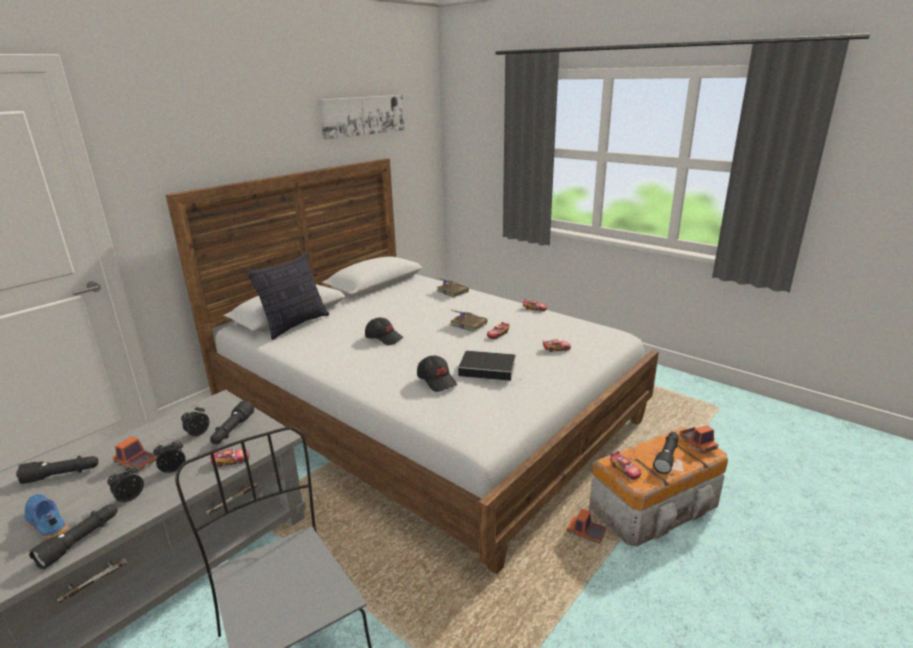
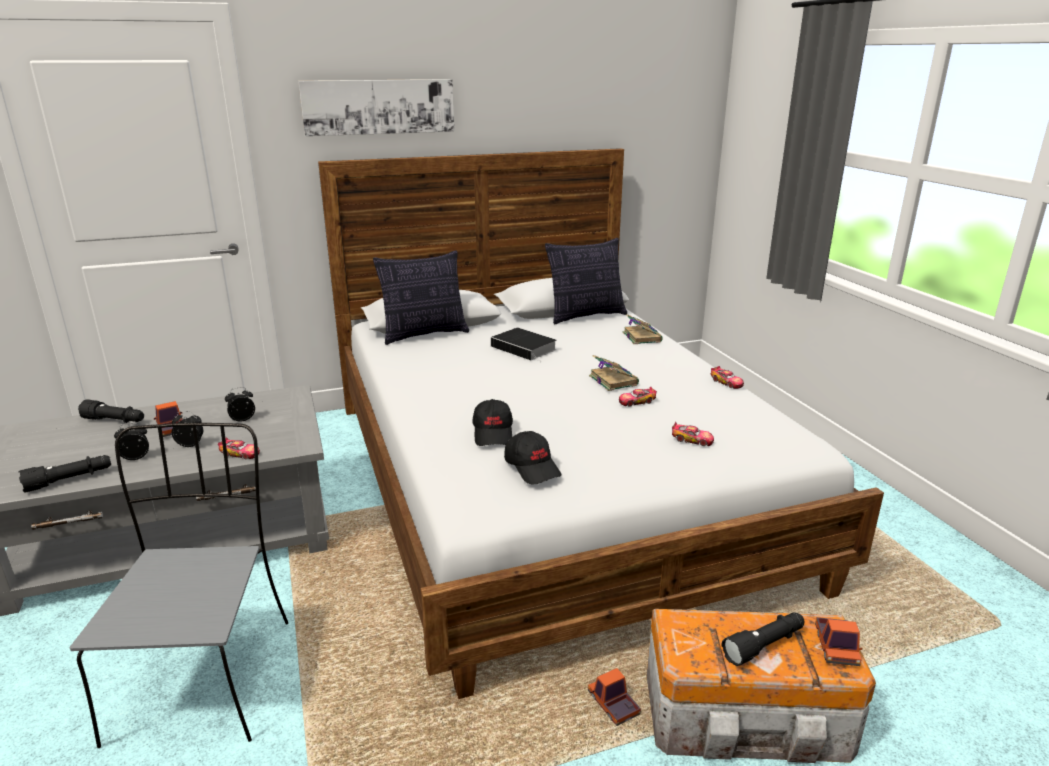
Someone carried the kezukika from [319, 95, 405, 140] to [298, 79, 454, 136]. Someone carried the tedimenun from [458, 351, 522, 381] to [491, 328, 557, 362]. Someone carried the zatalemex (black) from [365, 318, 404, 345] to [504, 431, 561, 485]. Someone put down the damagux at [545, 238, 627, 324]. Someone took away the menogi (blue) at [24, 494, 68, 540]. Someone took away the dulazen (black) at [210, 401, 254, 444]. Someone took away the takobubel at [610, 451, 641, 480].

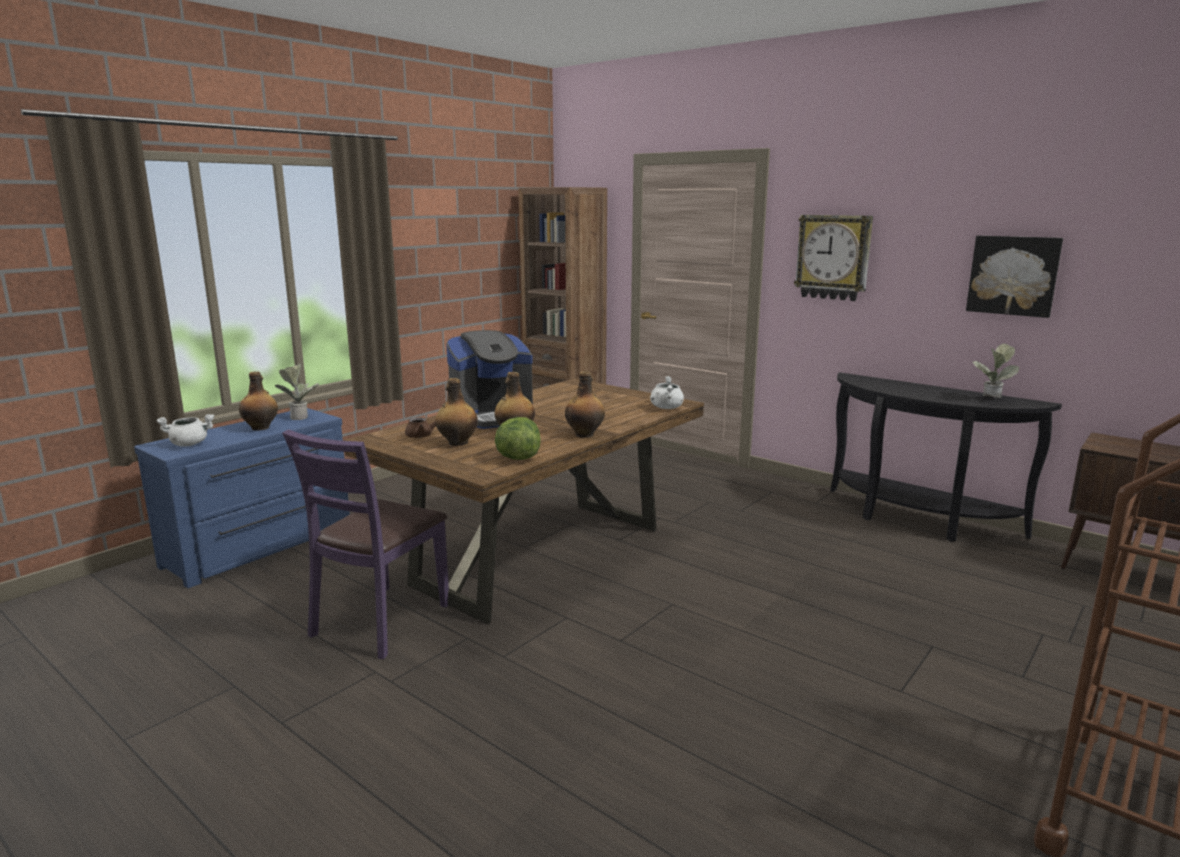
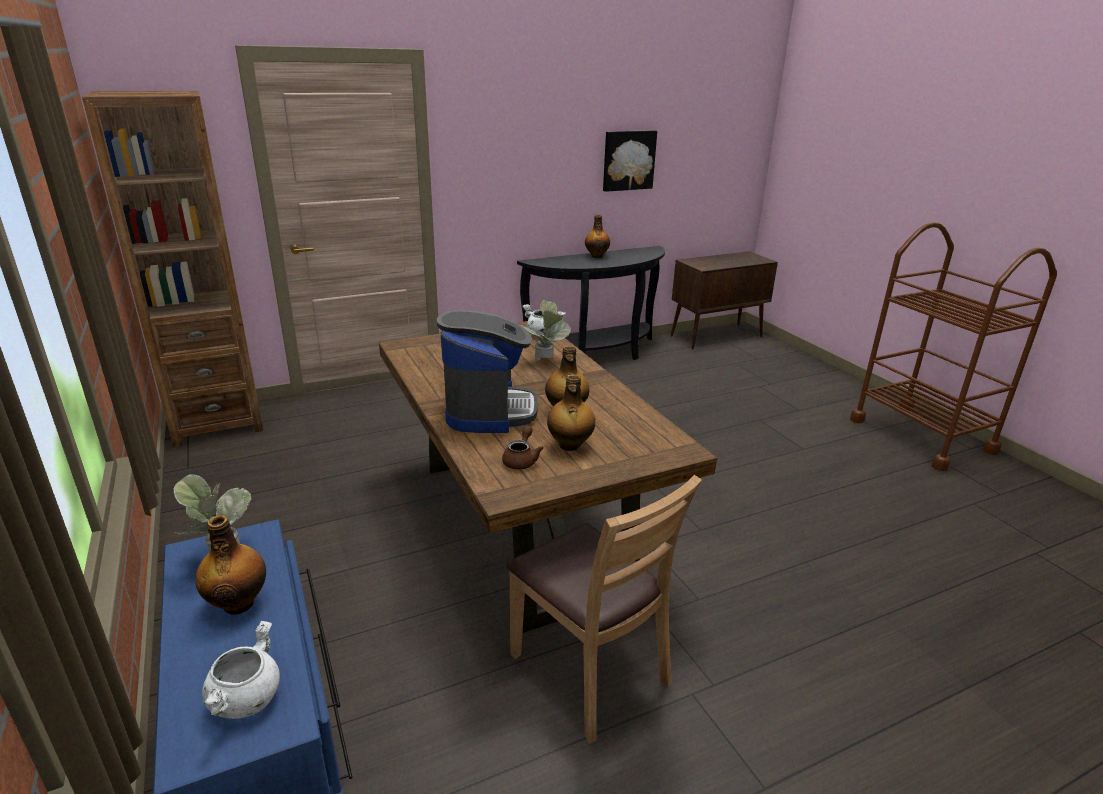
Someone repainted the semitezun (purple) at [282, 429, 449, 659], which became the semitezun (brown) at [506, 475, 702, 744]. Someone carried the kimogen from [972, 344, 1019, 398] to [521, 300, 571, 361]. Someone carried the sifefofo from [565, 371, 605, 438] to [585, 215, 610, 258]. Someone took away the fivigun at [495, 417, 541, 460]. Someone took away the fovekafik at [794, 215, 873, 301].

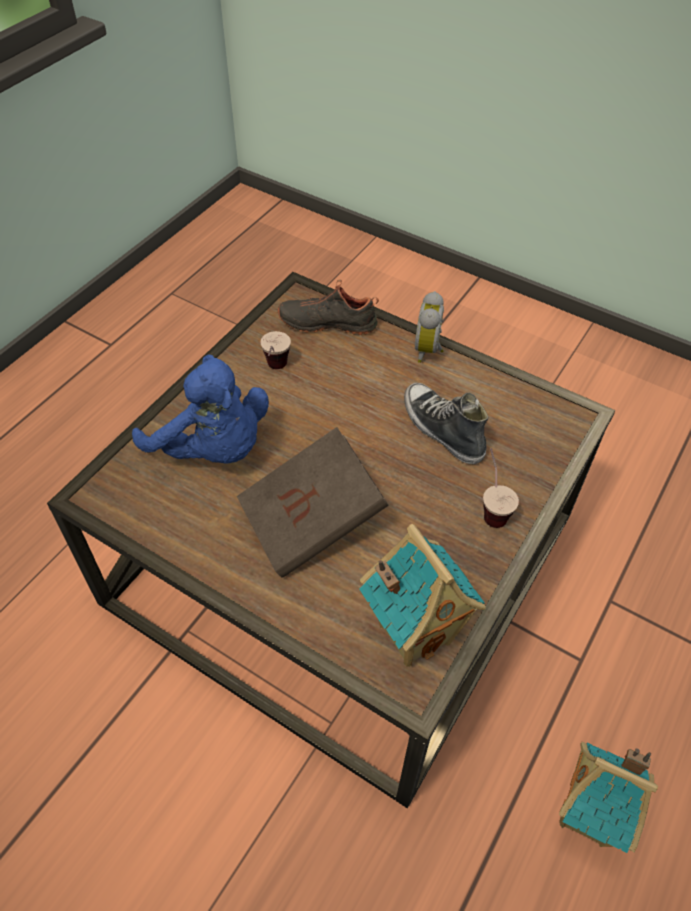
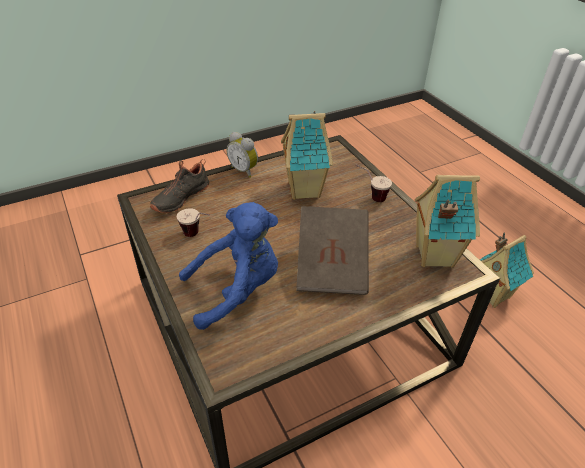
Someone swapped the menogi at [404, 383, 488, 464] for the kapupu at [281, 111, 333, 200].

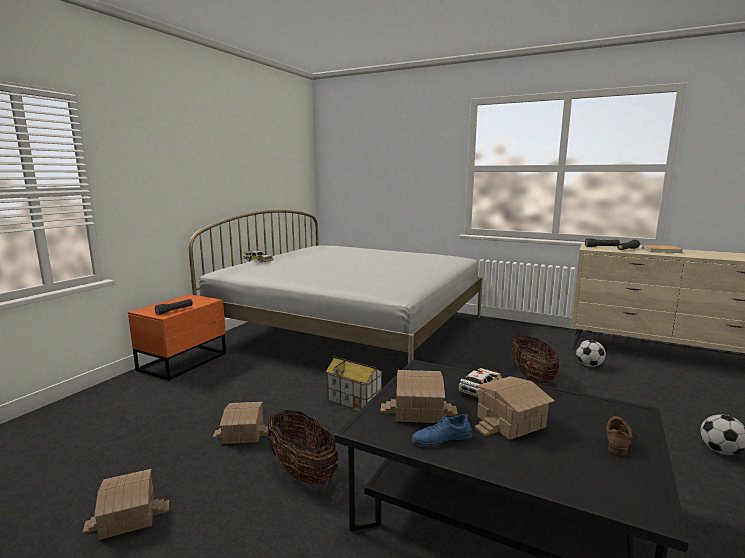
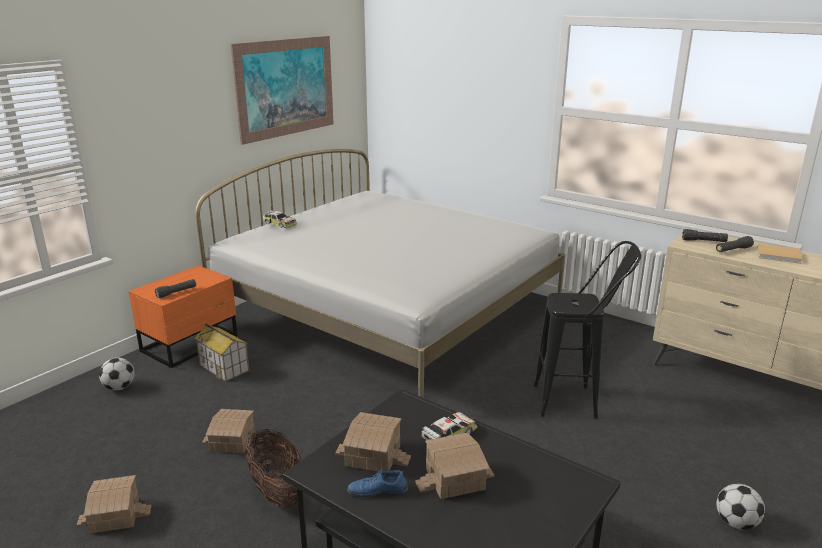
Someone carried the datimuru from [576, 340, 606, 367] to [99, 358, 135, 390]. Someone carried the kapupu from [326, 356, 383, 411] to [194, 324, 249, 382]. Someone put up the kezukika at [231, 36, 334, 145]. Someone swapped the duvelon at [512, 336, 559, 383] for the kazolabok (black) at [534, 241, 641, 419]. Someone took away the menogi (brown) at [606, 416, 634, 455].

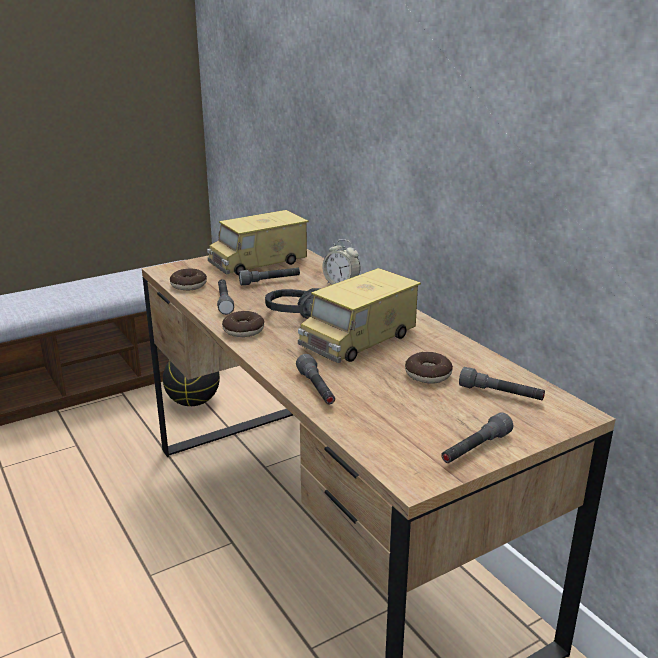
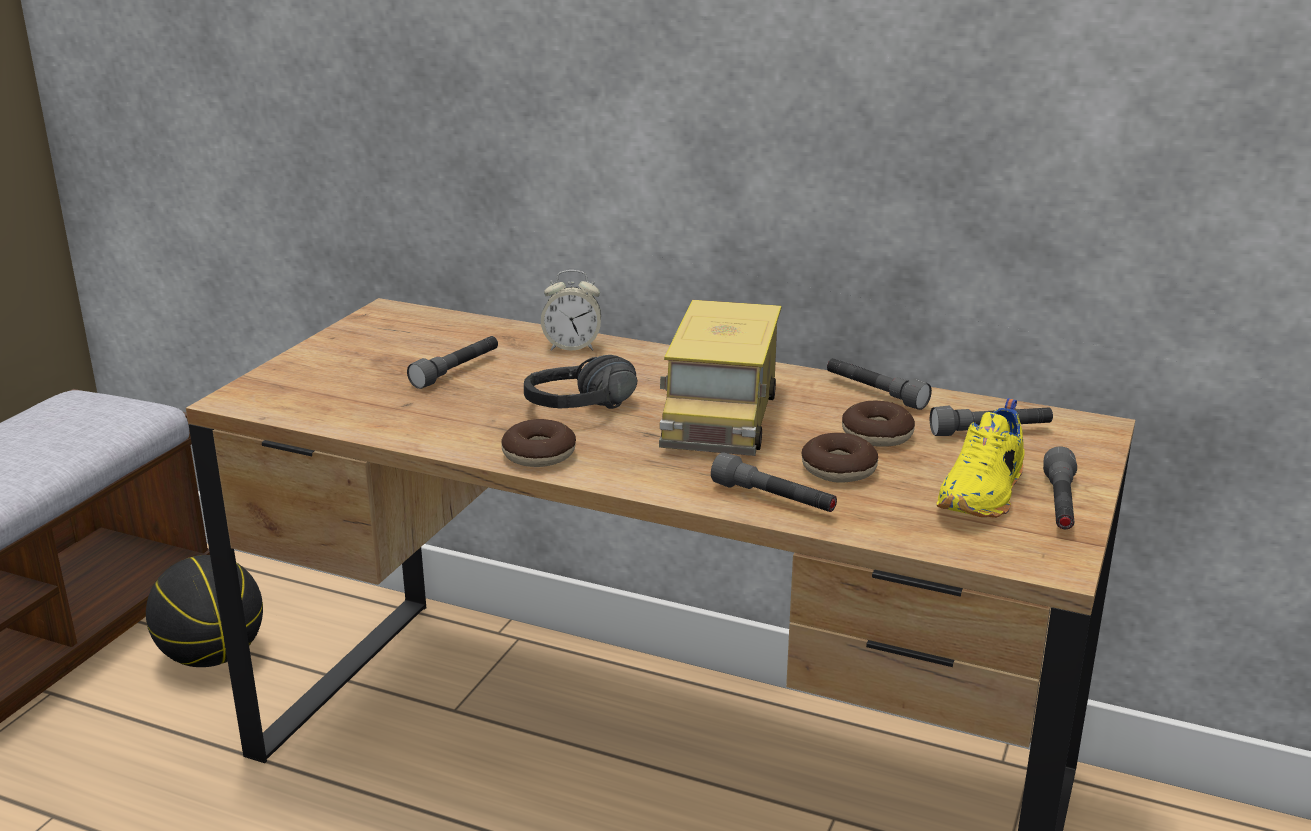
Someone carried the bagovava from [170, 268, 207, 290] to [802, 433, 878, 483]. Someone carried the dulazen (grey) from [217, 279, 234, 315] to [827, 358, 932, 410]. Someone put down the menogi (yellow) at [936, 398, 1024, 518]. Someone took away the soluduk at [207, 210, 309, 275].

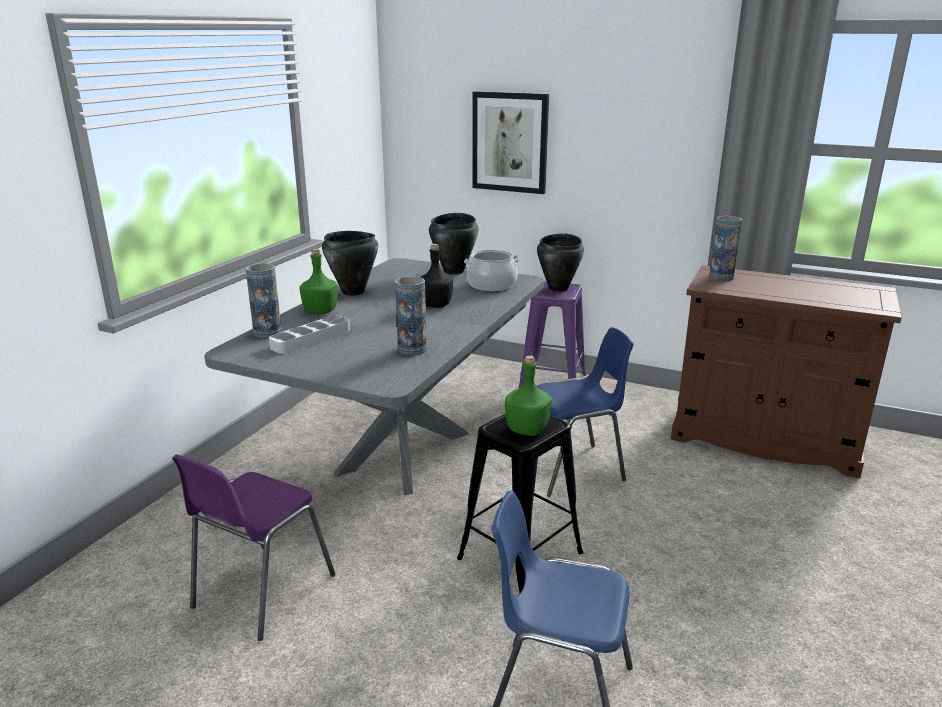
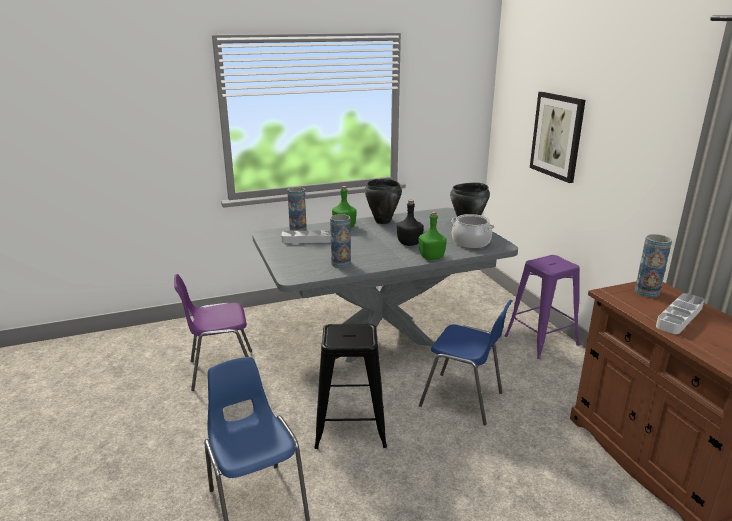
Someone carried the sifefofo (green) from [505, 356, 552, 436] to [419, 211, 447, 260]. Someone put down the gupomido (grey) at [656, 293, 704, 334]. Someone took away the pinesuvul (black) at [537, 233, 584, 292].

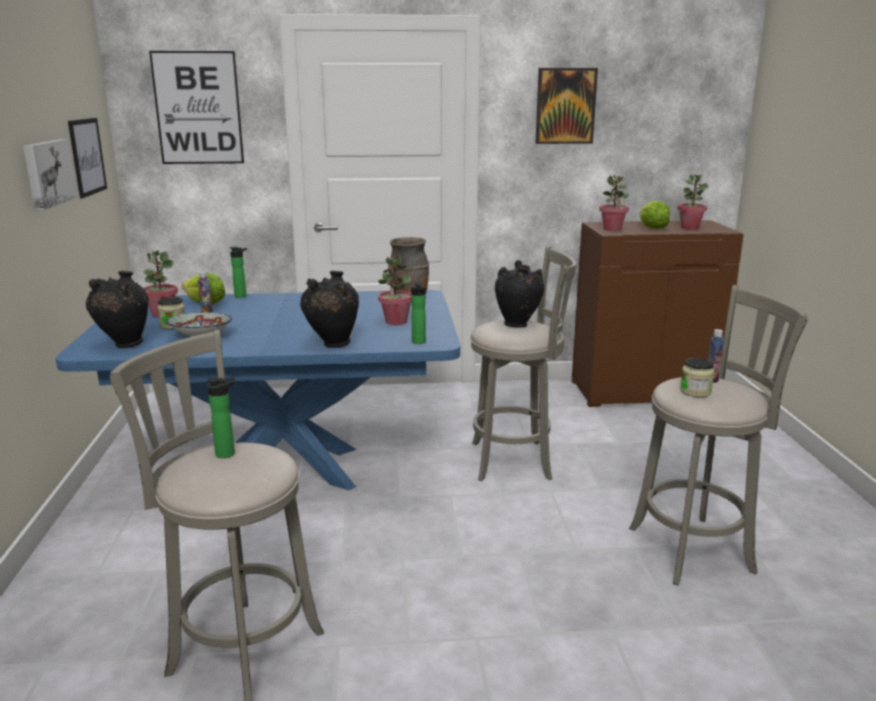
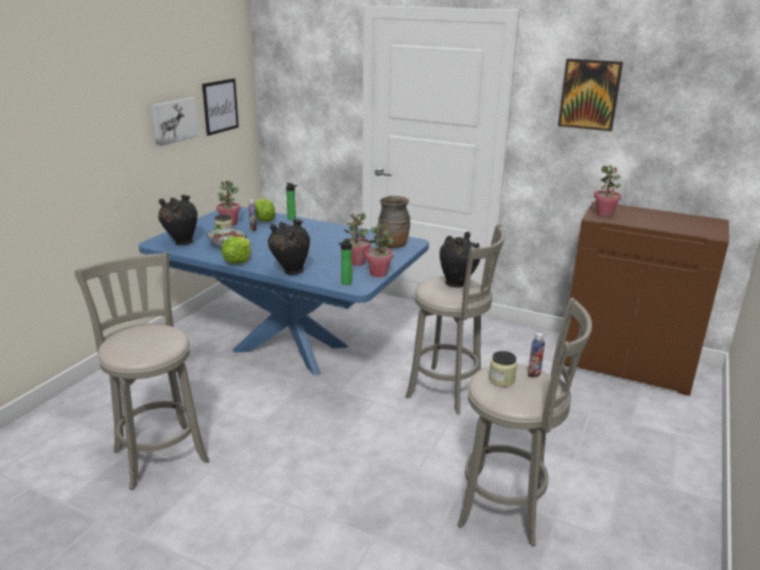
Someone carried the fivigun from [640, 201, 670, 229] to [221, 236, 251, 264]. Someone carried the kimogen from [677, 174, 709, 230] to [365, 223, 393, 277]. Someone took away the kezukika at [149, 51, 244, 164]. Someone took away the sifefofo at [206, 377, 235, 458].

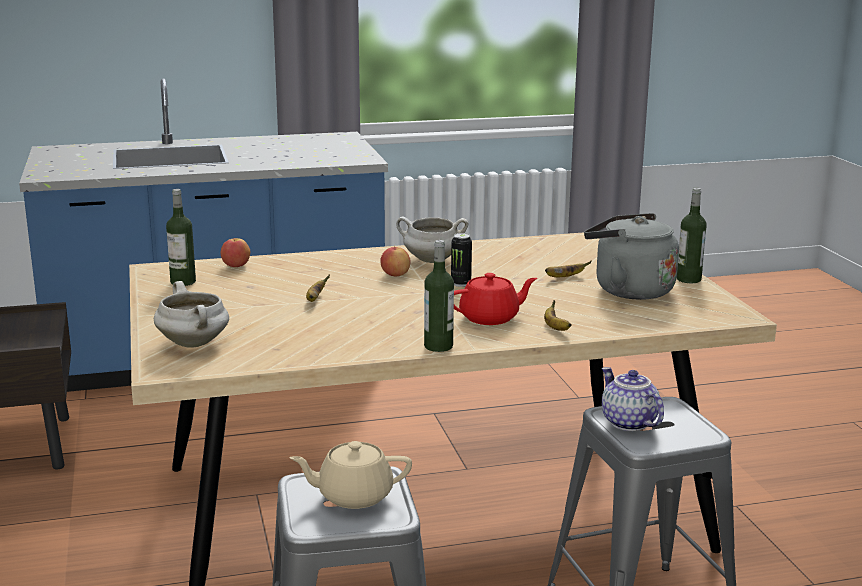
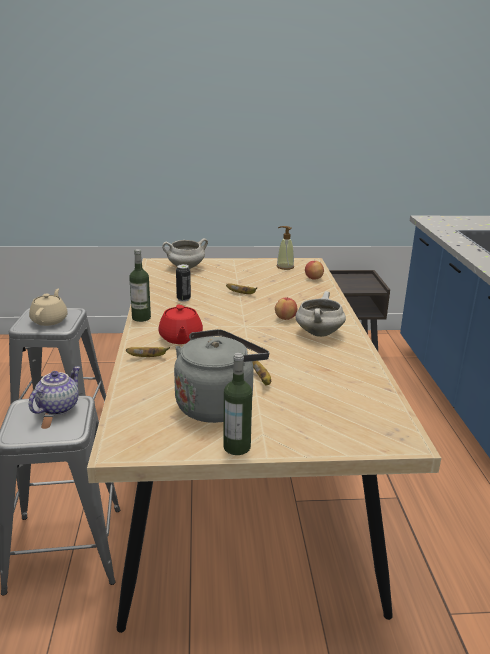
Someone rotated the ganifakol at [602, 367, 664, 431] by 45 degrees counterclockwise. Someone carried the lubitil from [451, 233, 472, 287] to [176, 264, 191, 302]. Someone swapped the sifefofo at [166, 189, 196, 286] for the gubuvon at [277, 226, 294, 270].

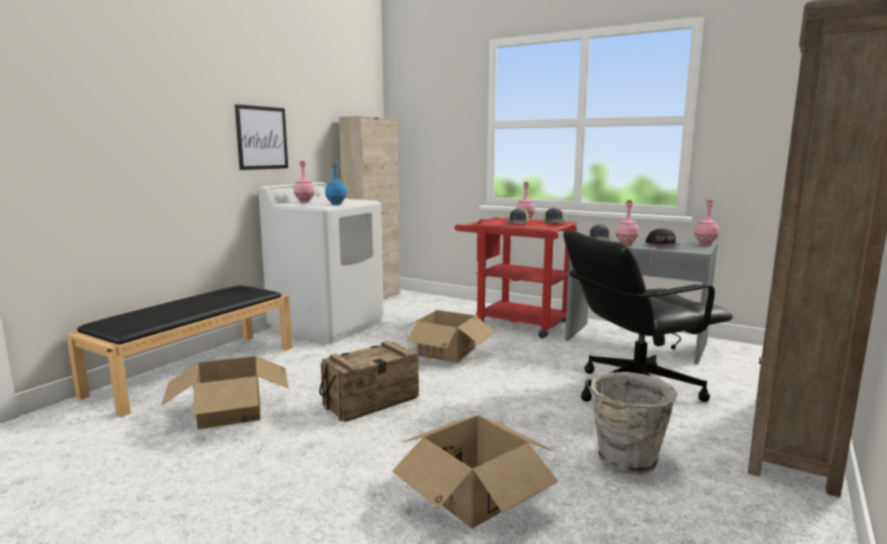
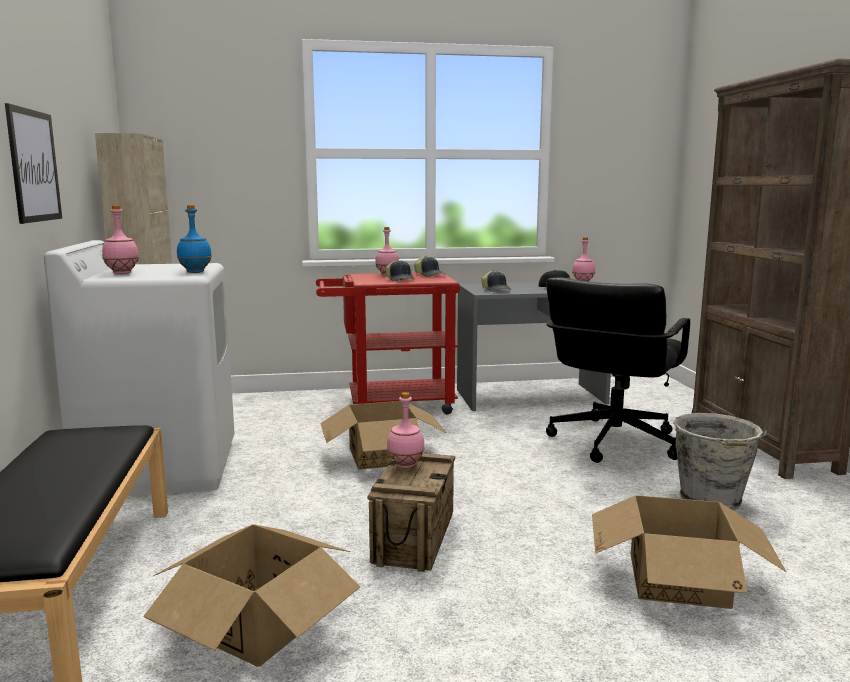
Someone carried the sifefofo (pink) from [616, 200, 639, 245] to [387, 392, 425, 468].

